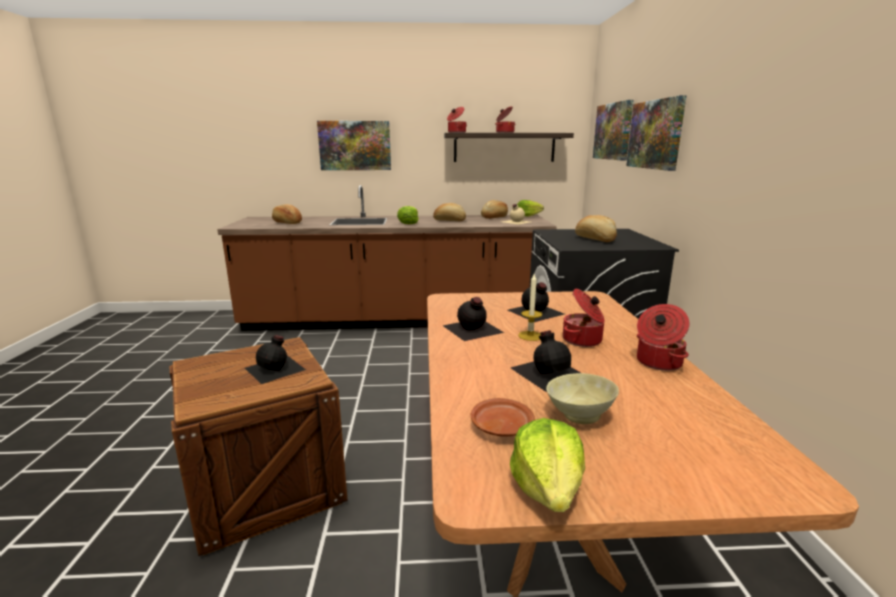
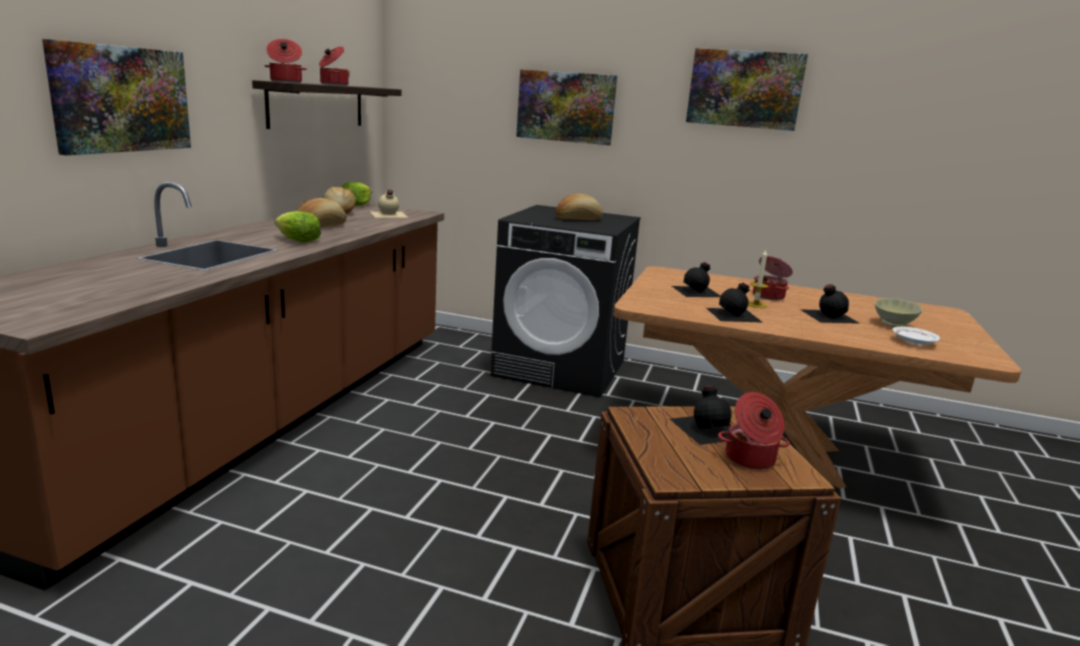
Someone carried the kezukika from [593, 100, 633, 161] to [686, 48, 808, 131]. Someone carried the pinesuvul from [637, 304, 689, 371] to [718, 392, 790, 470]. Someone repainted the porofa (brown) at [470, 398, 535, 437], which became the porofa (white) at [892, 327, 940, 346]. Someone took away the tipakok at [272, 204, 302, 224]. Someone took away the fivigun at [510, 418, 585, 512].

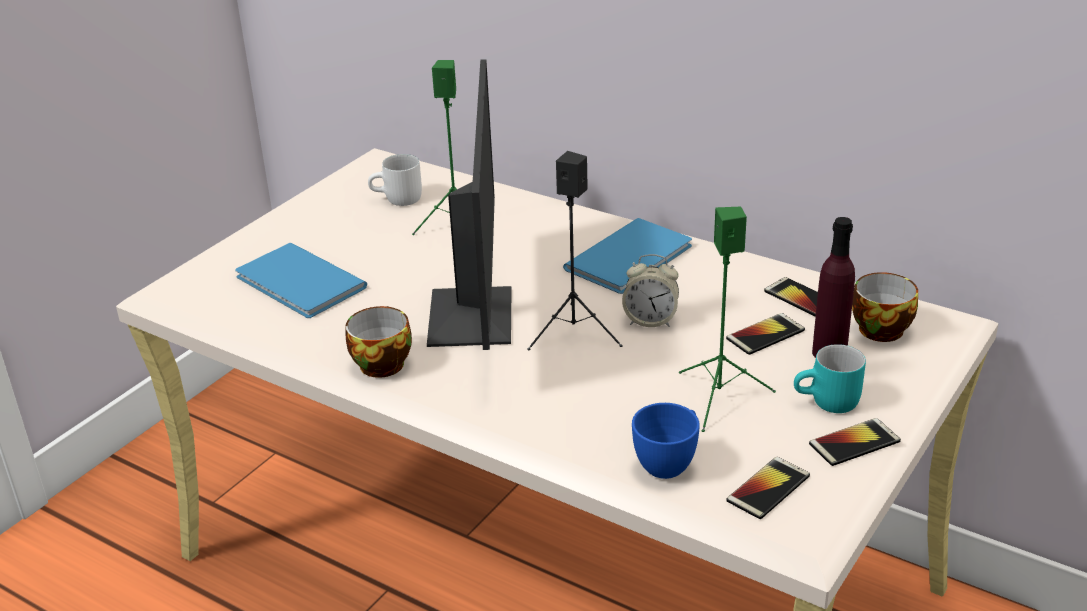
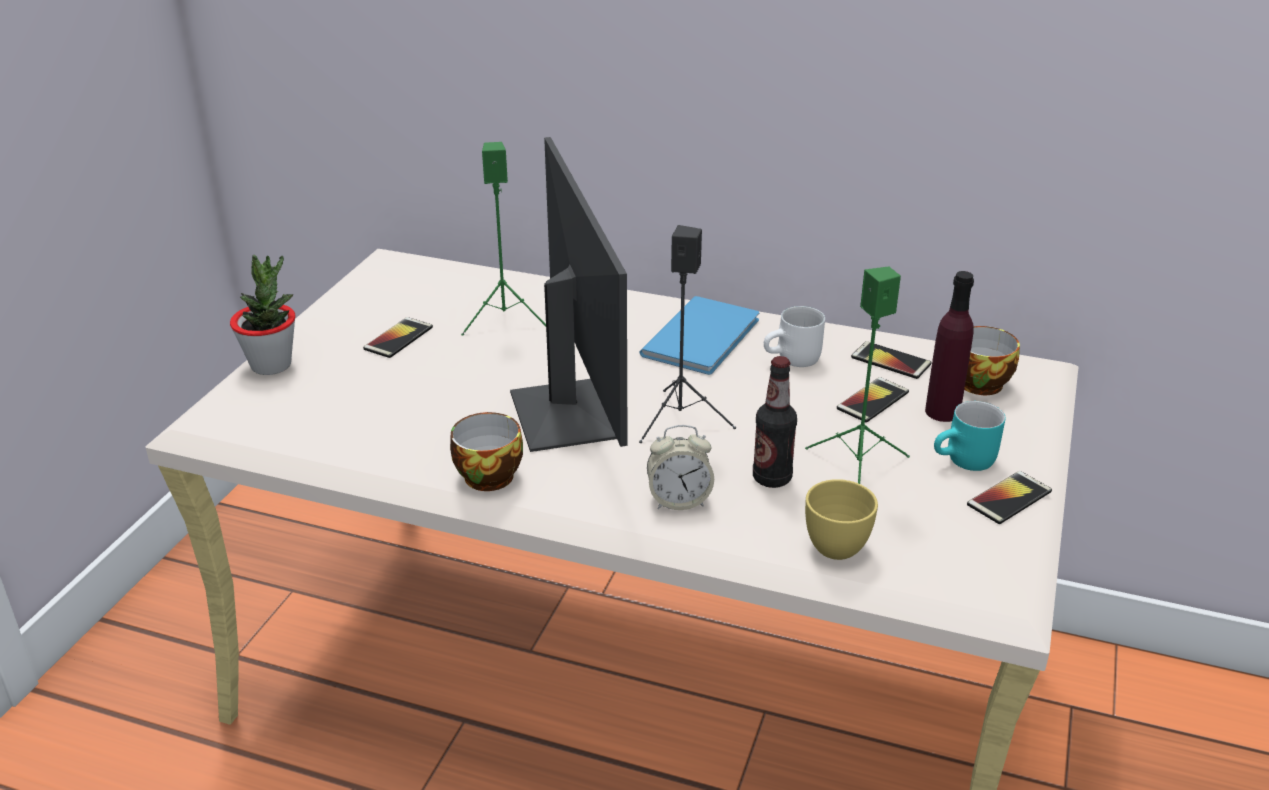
Someone put down the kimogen at [230, 255, 296, 375]. Someone carried the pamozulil from [727, 457, 810, 519] to [363, 317, 433, 358]. Someone carried the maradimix from [622, 254, 679, 327] to [647, 425, 714, 510]. Someone put down the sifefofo at [753, 356, 797, 488]. Someone carried the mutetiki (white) from [368, 154, 422, 206] to [764, 306, 825, 367]. Someone repainted the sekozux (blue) at [632, 403, 700, 479], which became the sekozux (yellow) at [805, 479, 878, 560]. Someone took away the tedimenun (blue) at [235, 243, 367, 318].

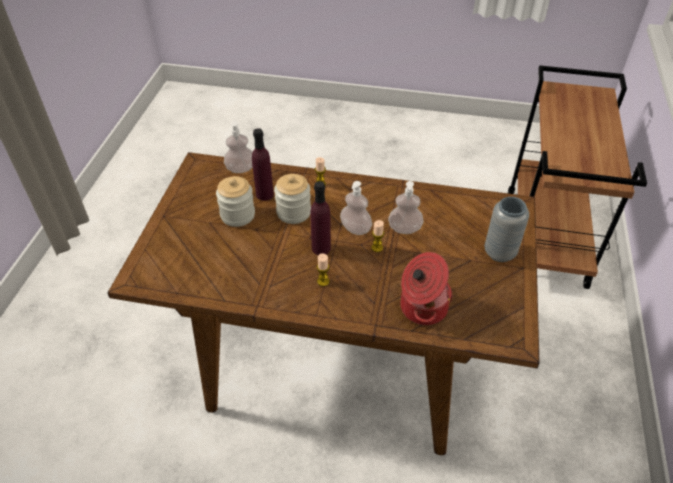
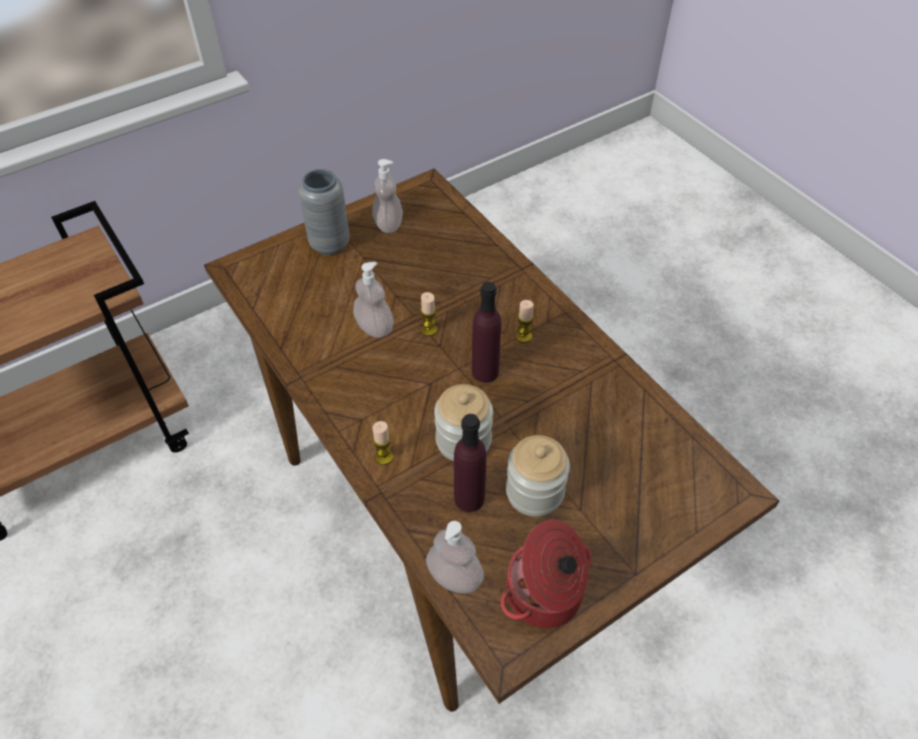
Someone carried the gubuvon from [340, 181, 372, 235] to [372, 159, 403, 233]. Someone carried the pinesuvul from [401, 252, 453, 325] to [500, 520, 592, 628].

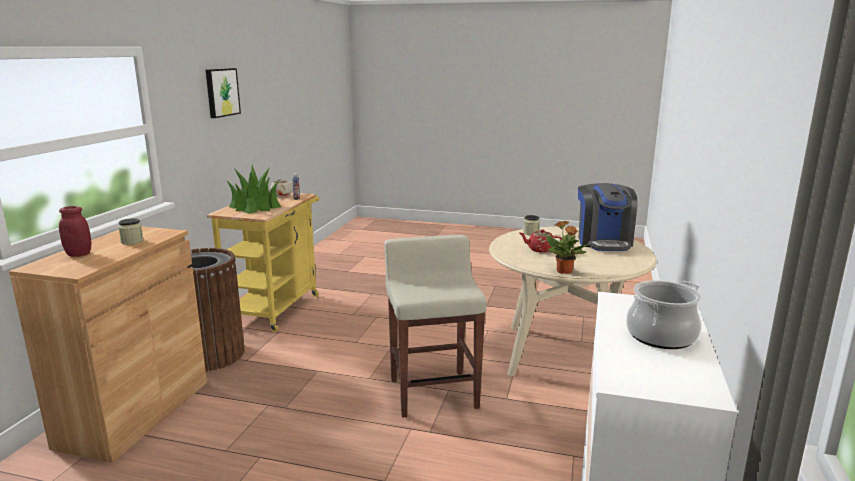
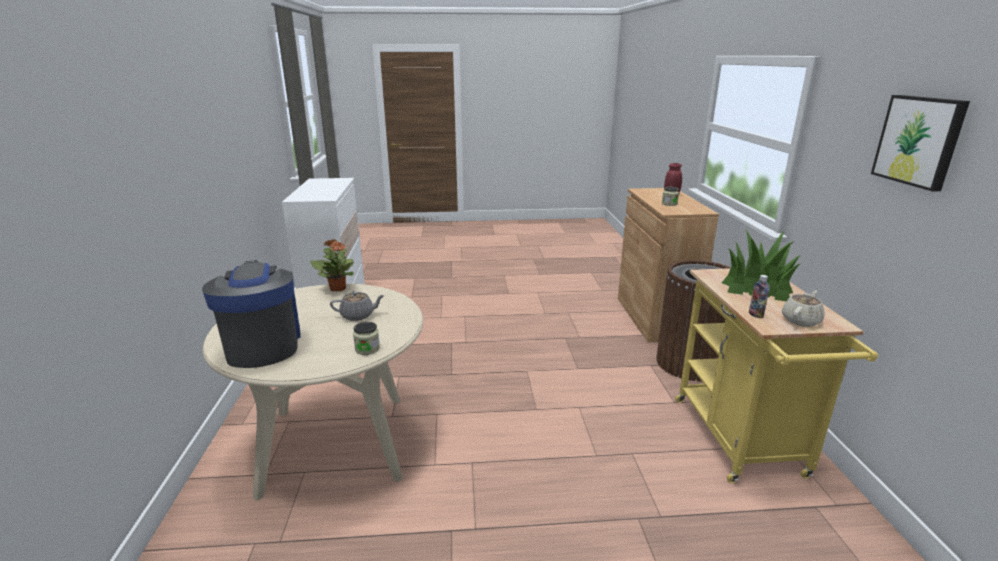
Someone repainted the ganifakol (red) at [520, 229, 562, 253], which became the ganifakol (grey) at [330, 291, 385, 321]. Someone took away the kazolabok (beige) at [384, 235, 486, 418]. Someone took away the pinesuvul at [626, 280, 701, 349].

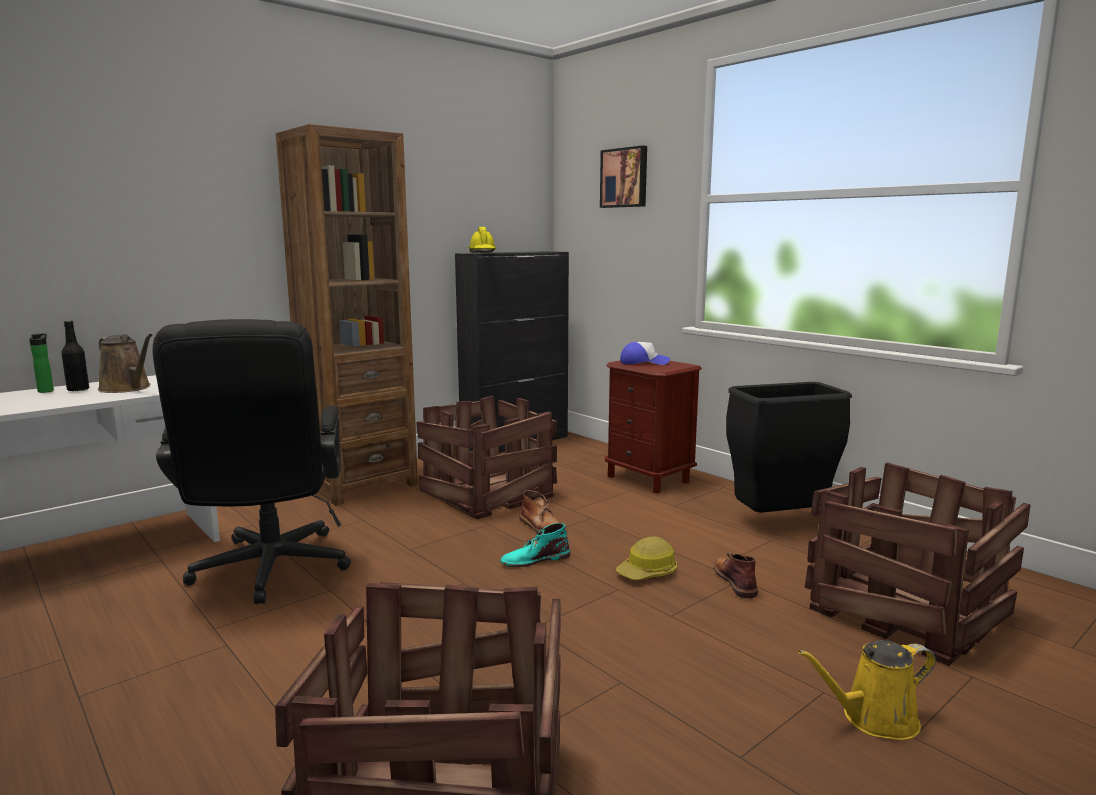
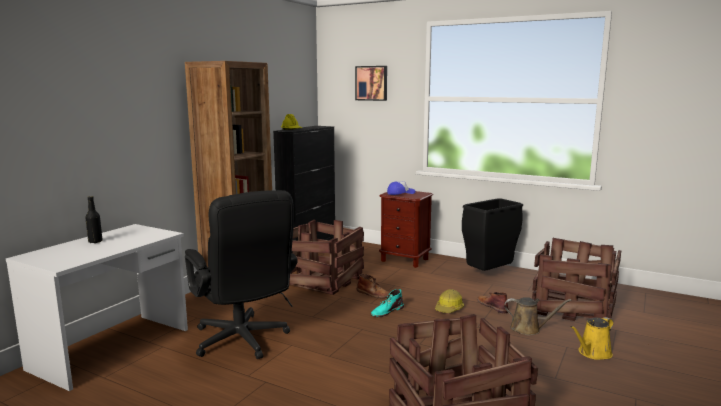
Someone carried the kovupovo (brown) from [98, 334, 152, 393] to [504, 297, 572, 335]. Someone took away the sifefofo at [29, 333, 54, 393].

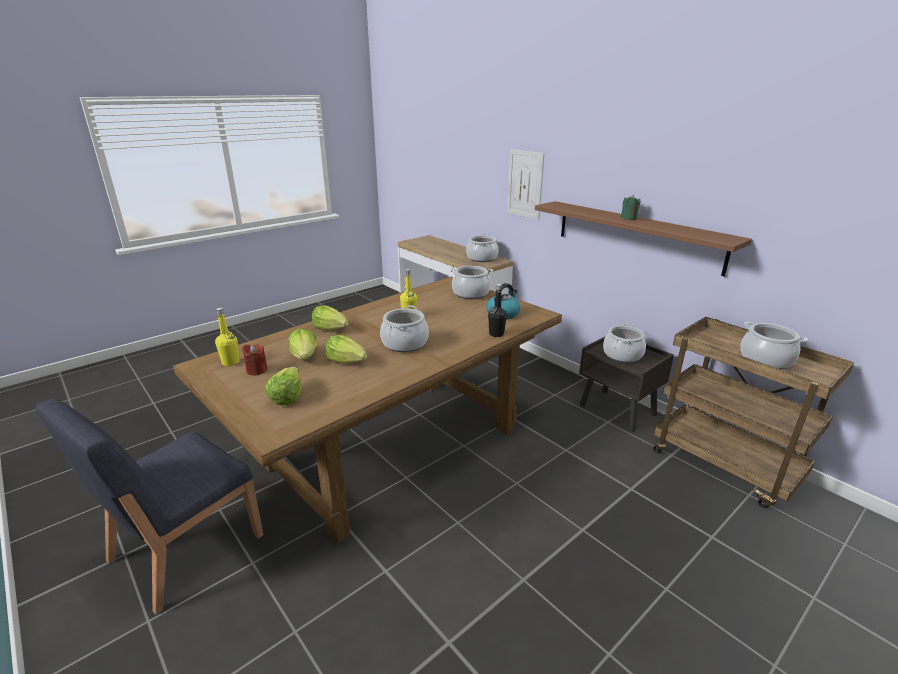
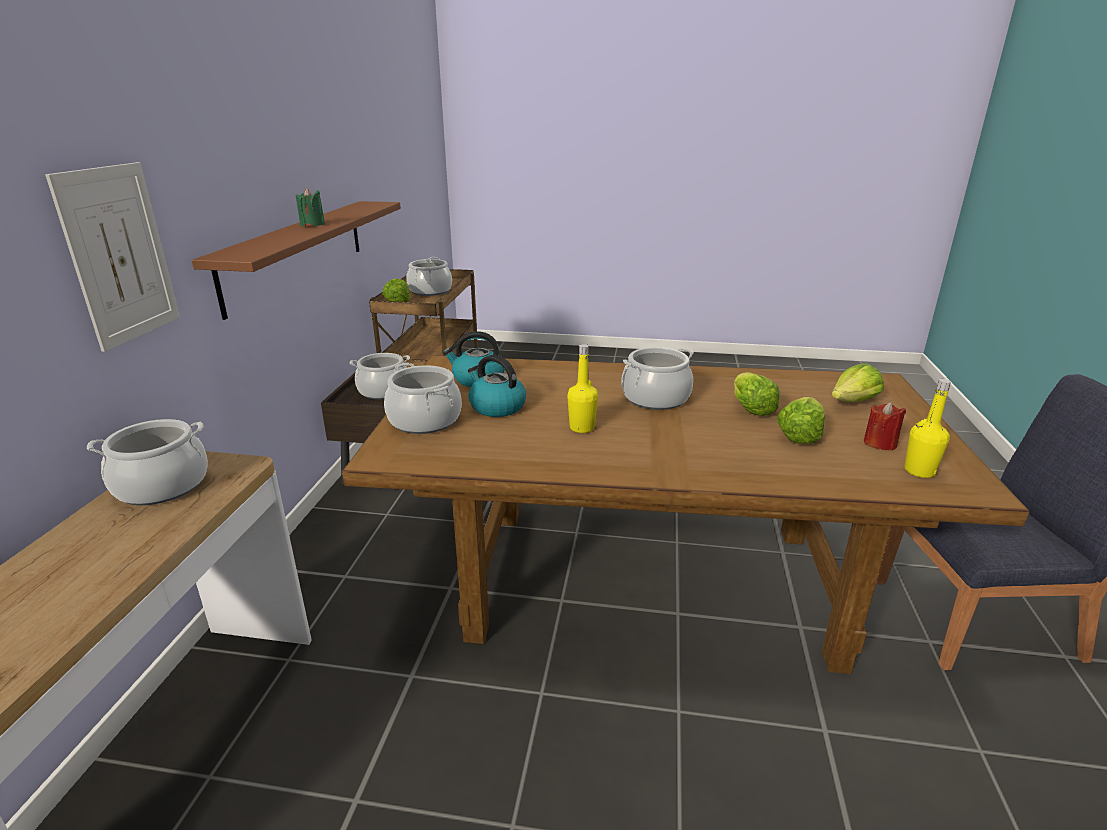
Someone carried the fivigun from [312, 305, 349, 330] to [382, 278, 411, 302]. Someone put down the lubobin at [468, 355, 526, 417]. Someone took away the sifefofo (black) at [488, 284, 507, 337].

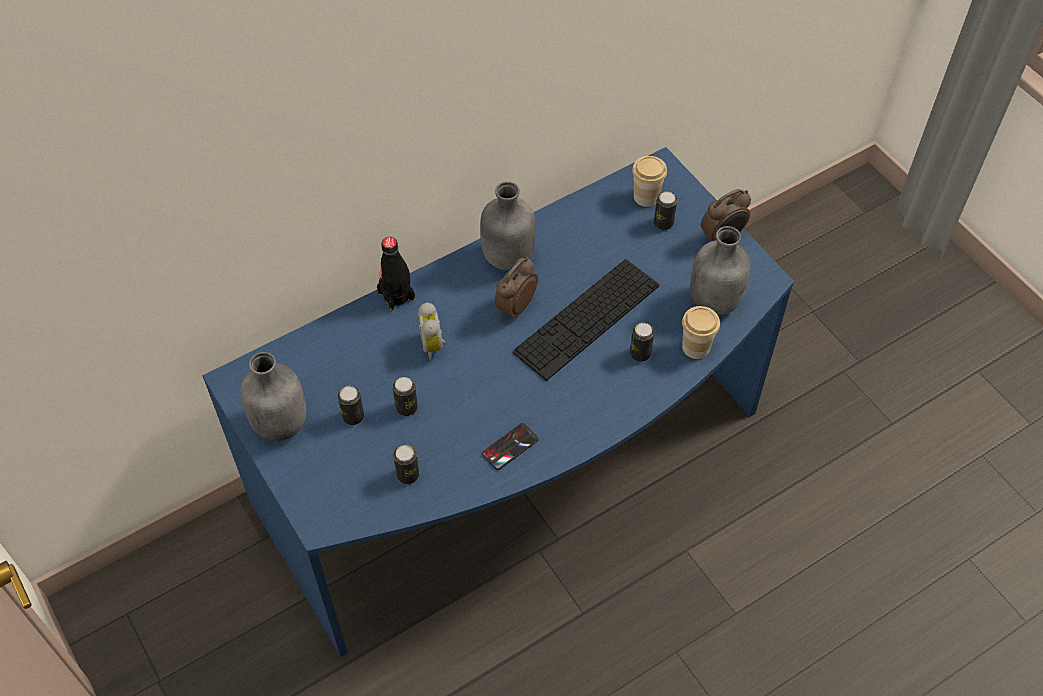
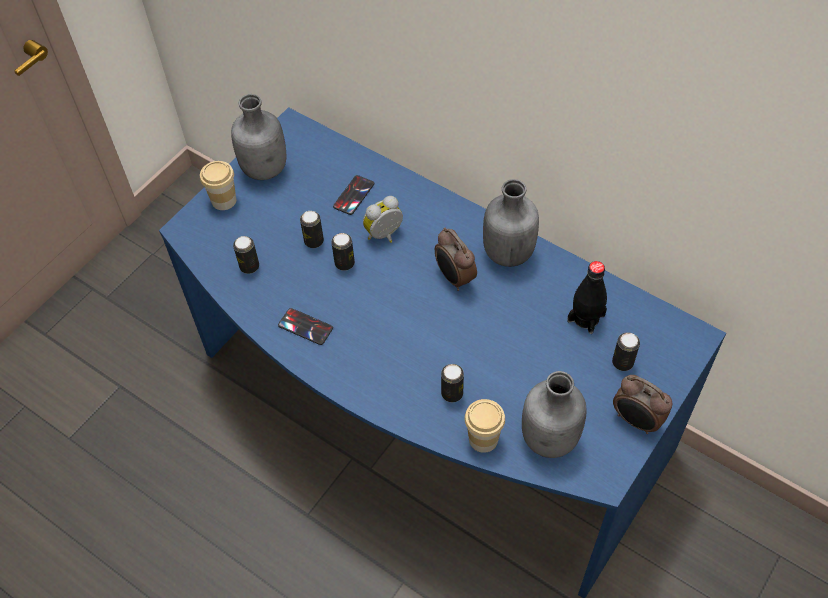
Someone carried the sekozux from [632, 156, 667, 207] to [200, 161, 236, 210]. Someone carried the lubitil from [337, 386, 364, 425] to [331, 233, 355, 271]. Someone put down the pamozulil at [333, 175, 374, 215]. Someone rotated the maradimix at [494, 257, 538, 320] by 135 degrees counterclockwise. Someone carried the sifefofo (black) from [377, 237, 415, 312] to [567, 261, 607, 334]. Someone took away the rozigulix at [513, 259, 659, 381].

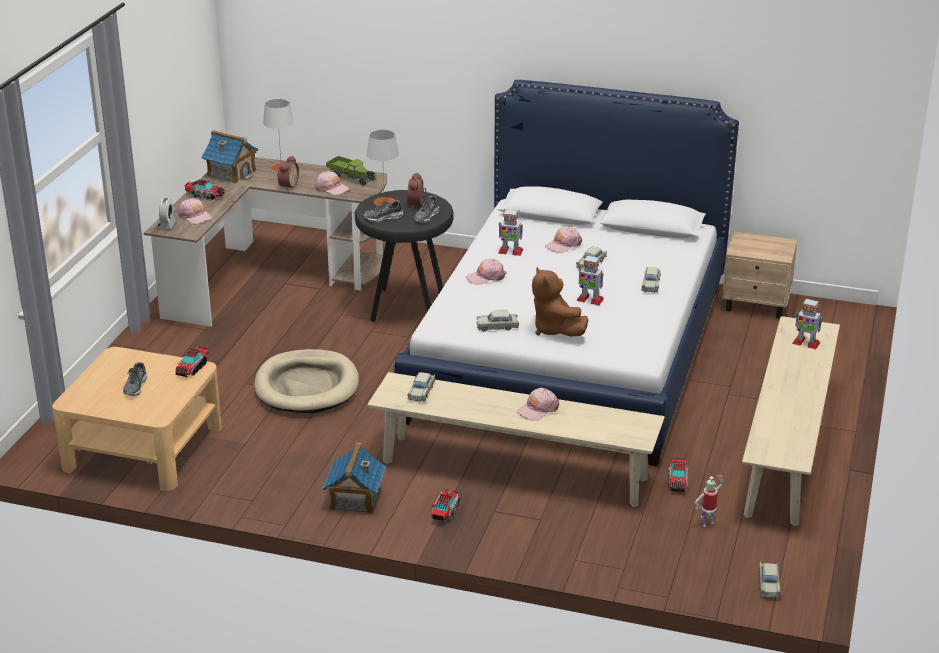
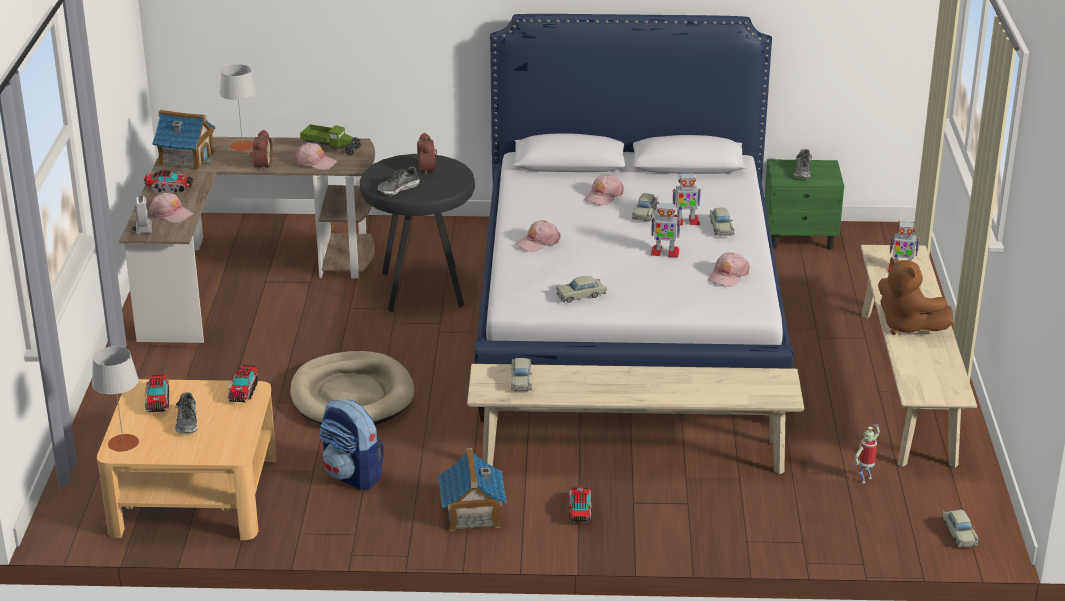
Someone carried the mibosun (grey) from [367, 130, 399, 206] to [92, 346, 139, 452]. Someone carried the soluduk from [668, 457, 689, 492] to [145, 374, 169, 412]. Someone put down the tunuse at [320, 399, 384, 490]. Someone carried the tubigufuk from [498, 209, 523, 256] to [673, 173, 701, 225]. Someone carried the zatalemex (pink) from [517, 388, 560, 421] to [708, 252, 750, 287]. Someone repainted the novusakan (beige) at [722, 231, 798, 319], which became the novusakan (green) at [765, 159, 844, 250]. Someone carried the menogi from [414, 196, 439, 223] to [793, 149, 812, 179]. Someone carried the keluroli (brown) from [532, 267, 588, 337] to [878, 257, 953, 335].

